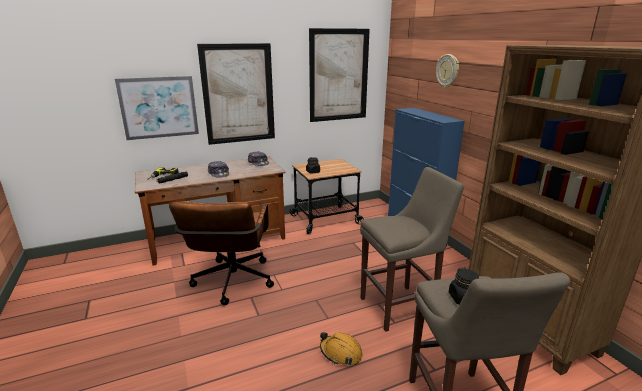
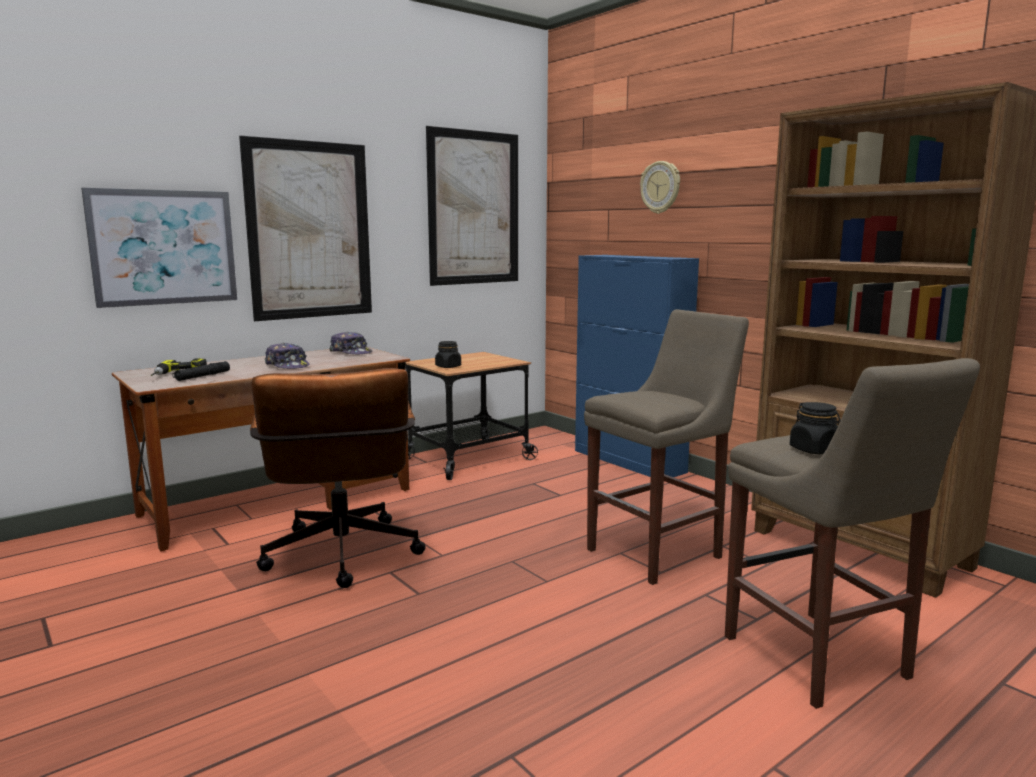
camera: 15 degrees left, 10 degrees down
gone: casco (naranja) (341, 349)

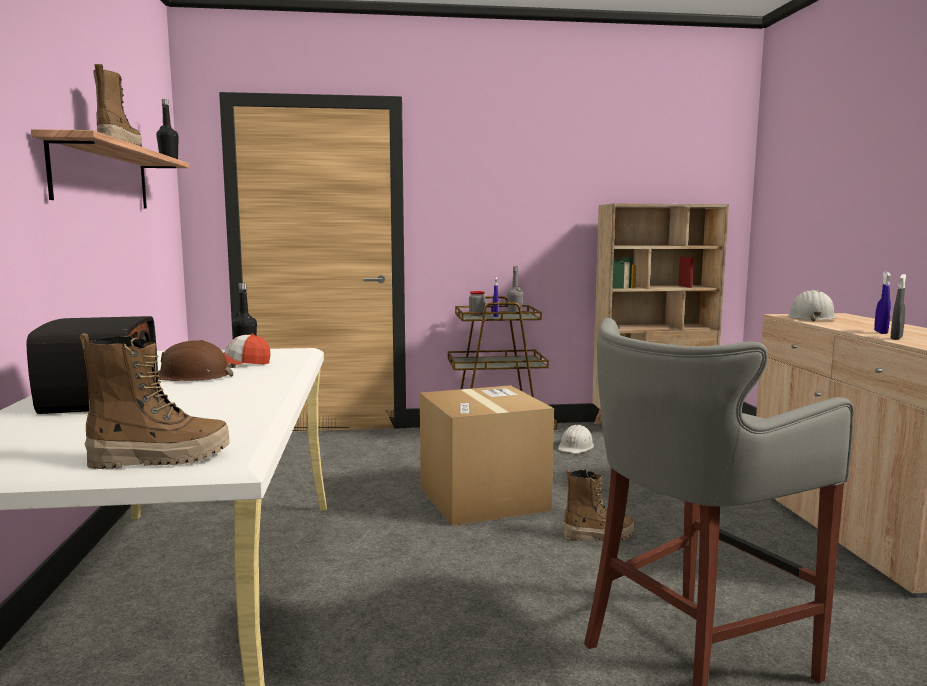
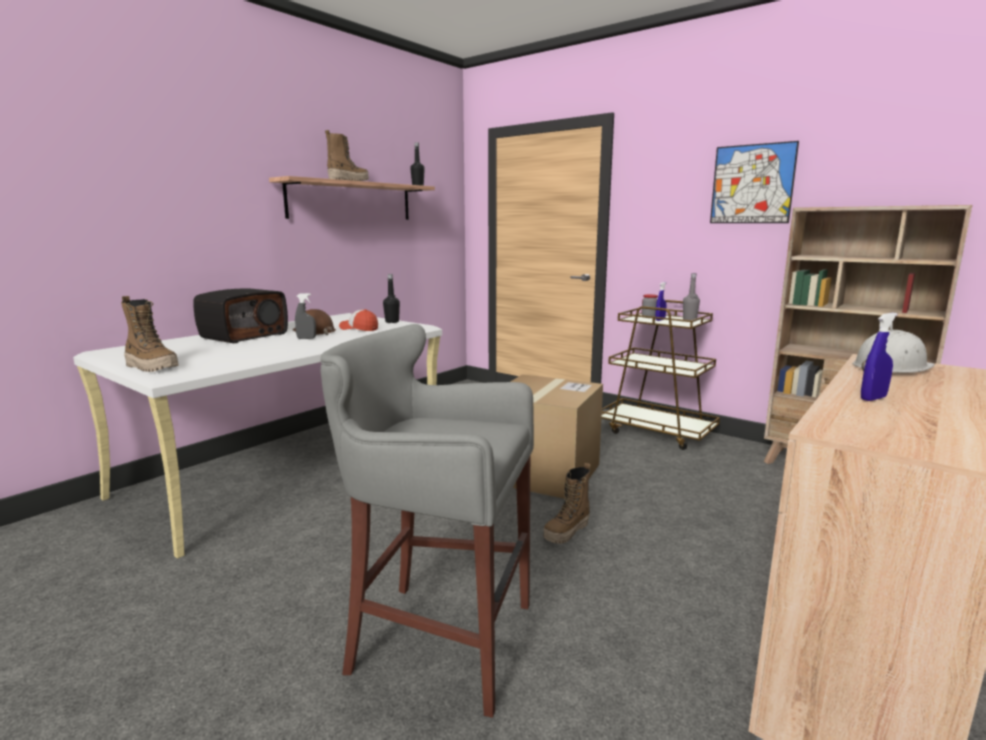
camera: 45 degrees right, 5 degrees up
gone: casco (blanco) (576, 439)
new: cuadro (754, 182)
shifted: pulverizador (gris) (898, 307) to (305, 316)
rotated: bota (599, 505) = (566, 503) 90 degrees clockwise

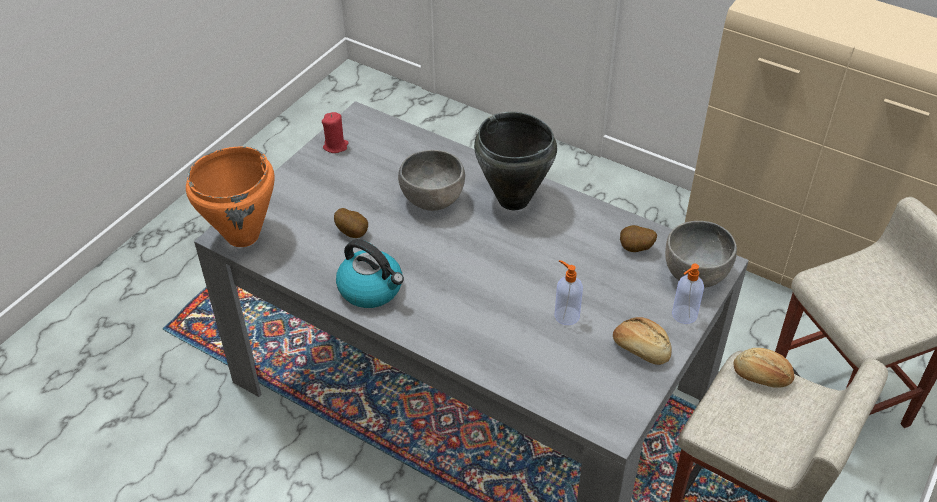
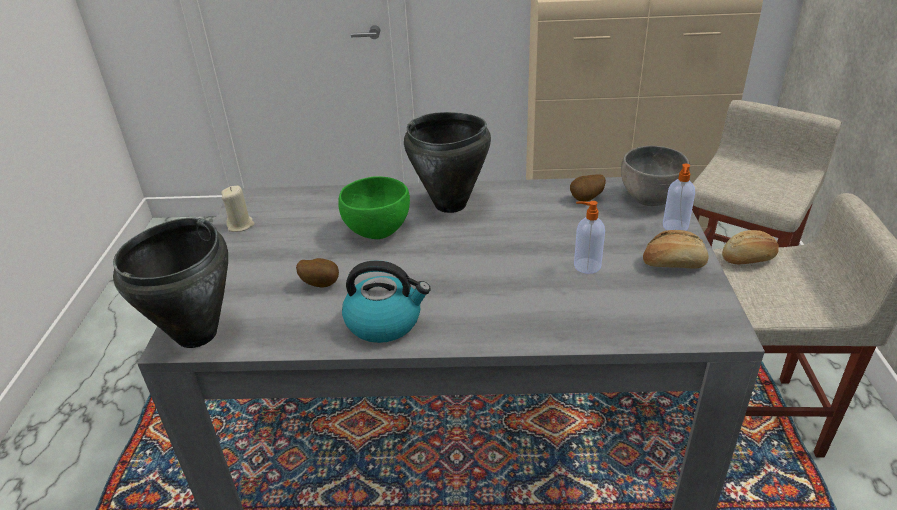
camera: 30 degrees left, 10 degrees down
repainted: olla (naranja) (230, 197) to olla (negro) (170, 283); vela (rojo) (335, 132) to vela (beis) (238, 209); cuenco (gris) (431, 180) to cuenco (verde) (374, 207)

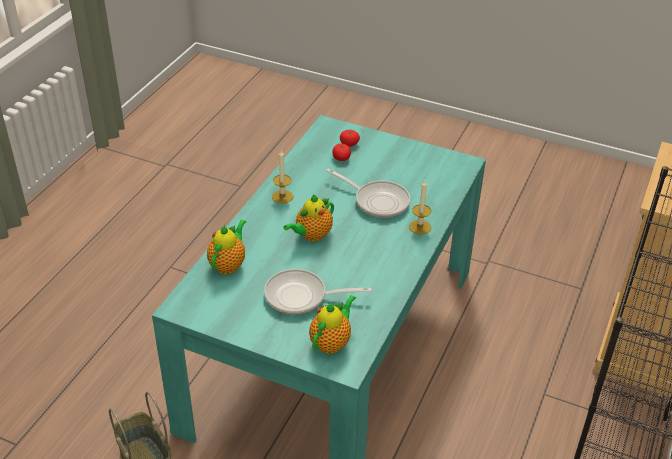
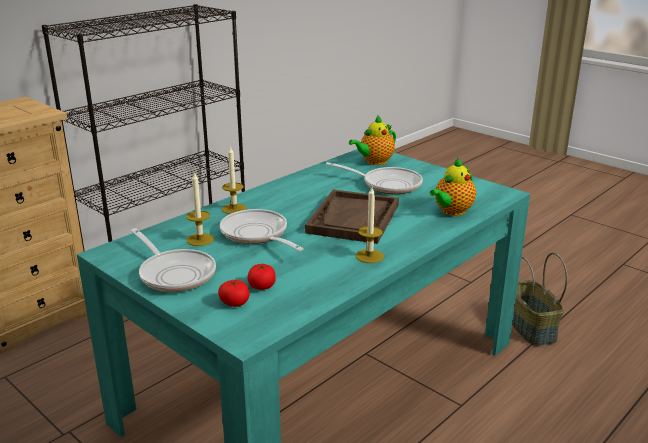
camera: 160 degrees left, 15 degrees down
new: sartén (173, 260); vela (200, 208)
swapped: tetera (308, 218) to bandeja (marrón) (352, 217)

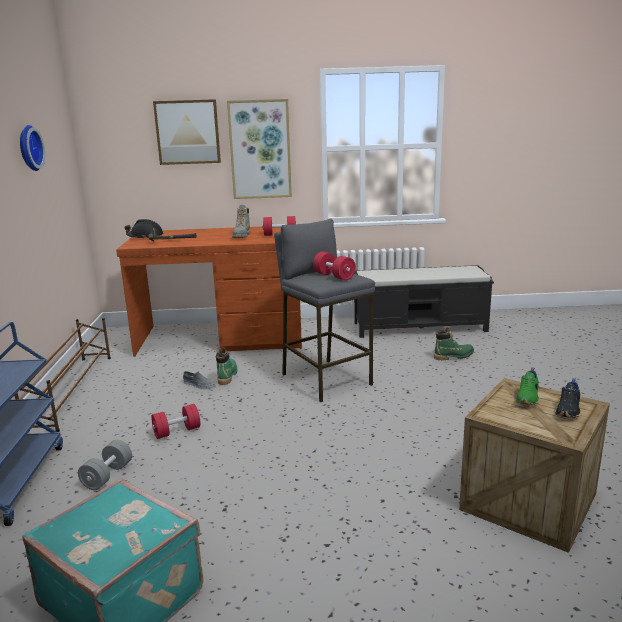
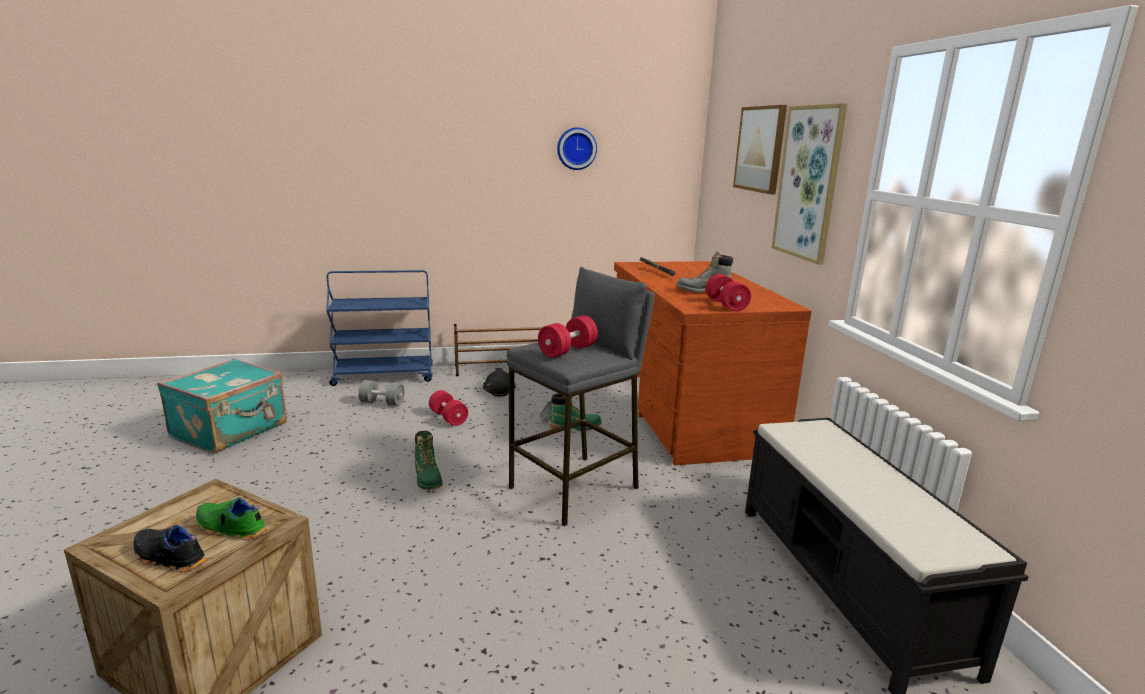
camera: 80 degrees right, 0 degrees up
shifted: casco (negro) (144, 229) to (499, 382); bota (verde) (454, 343) to (428, 460)

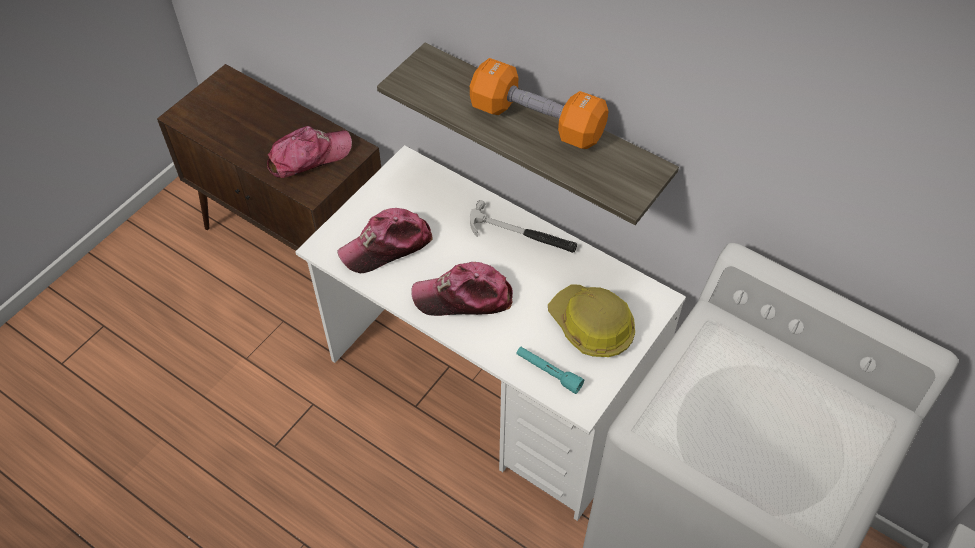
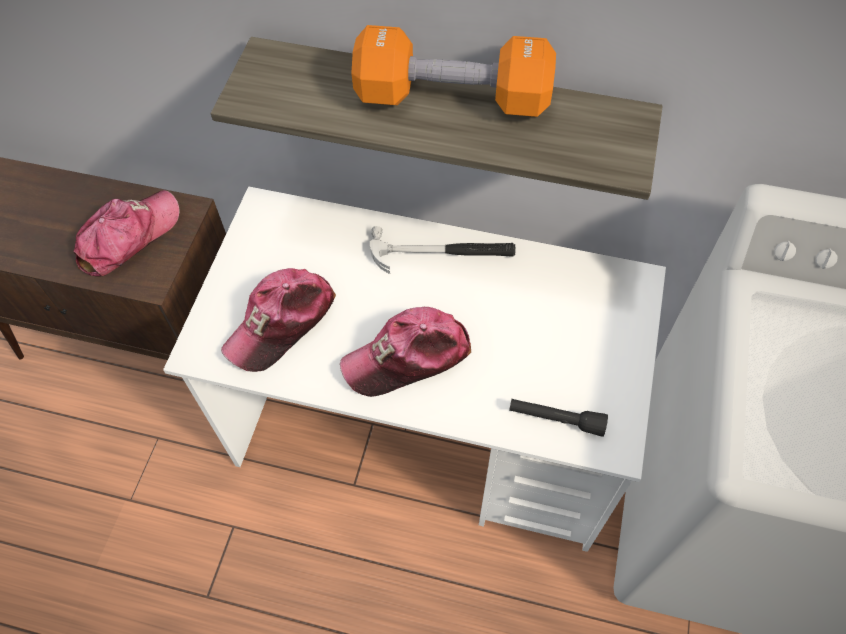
camera: 20 degrees left, 5 degrees up
gone: casco (591, 320)
repainted: linterna (turquesa) (550, 370) to linterna (negro) (558, 418)

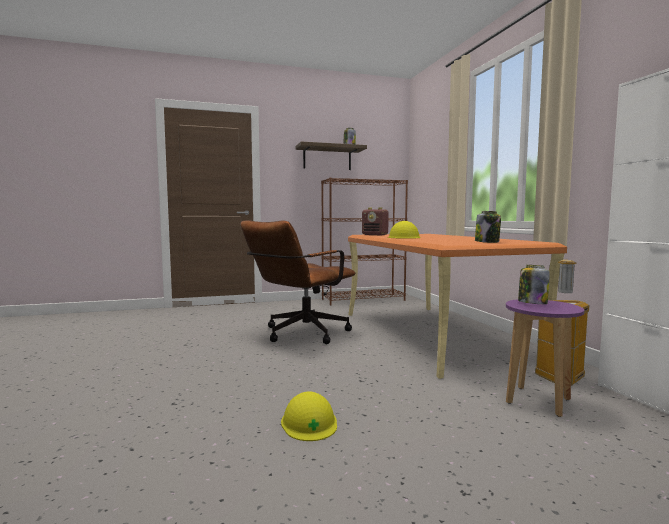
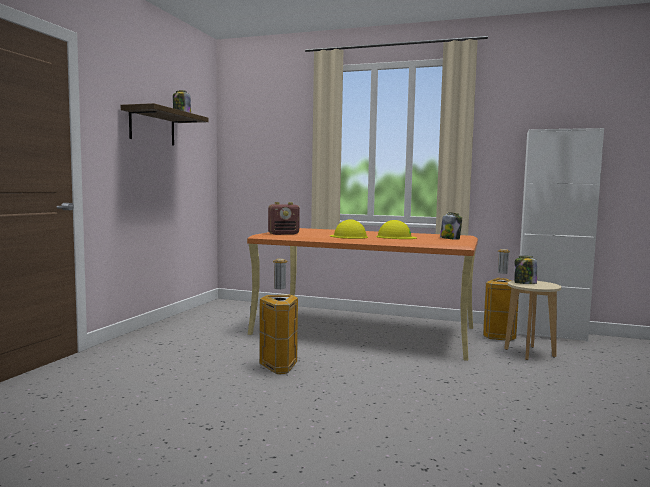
camera: 55 degrees left, 0 degrees up
gone: estantería (marrón) (364, 241)
shifted: casco (amarillo) (309, 416) to (396, 229)
swapped: silla de oficina (marrón) (297, 282) to papelera (278, 316)
repainted: taburete (morado) (545, 358) to taburete (beis) (532, 320)

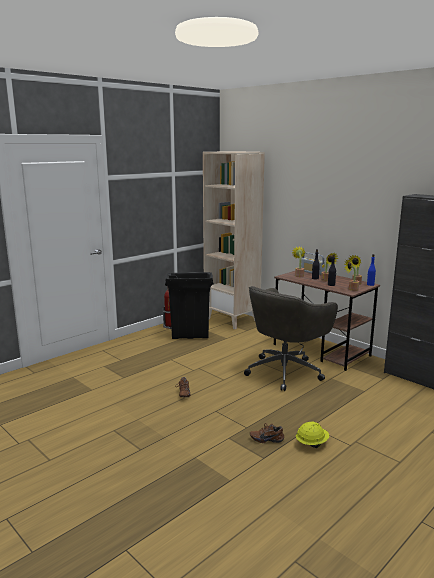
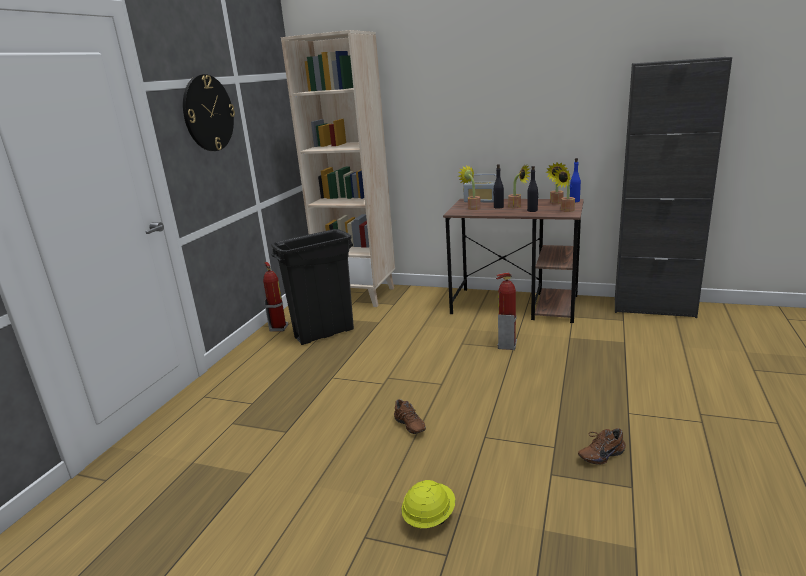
camera: 25 degrees left, 5 degrees up
new: reloj de pared (209, 112)
shifted: casco (amarillo) (312, 434) to (428, 504)
swapped: silla de oficina (gris) (291, 338) to extintor (506, 311)

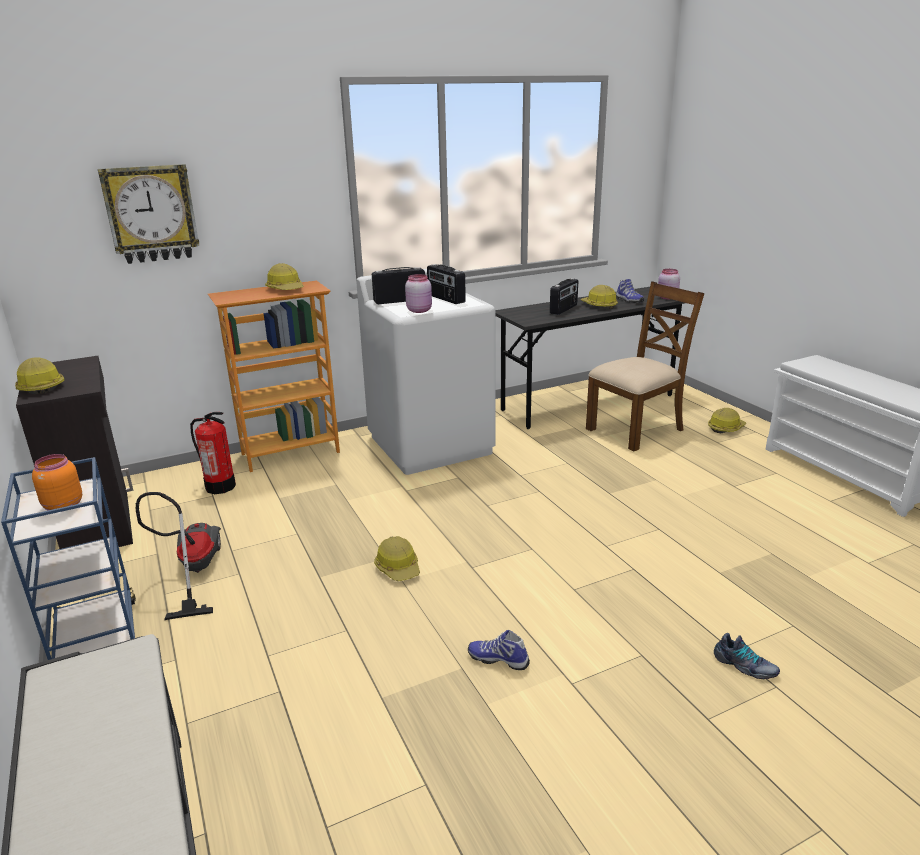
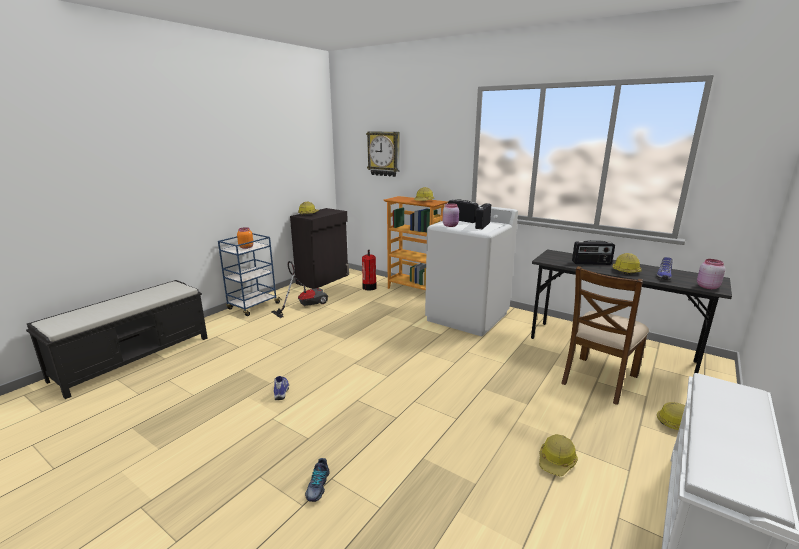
camera: 60 degrees right, 5 degrees down
shifted: casco (397, 558) to (558, 455)
rotated: silla (marrón) (645, 366) = (605, 335) 105 degrees clockwise

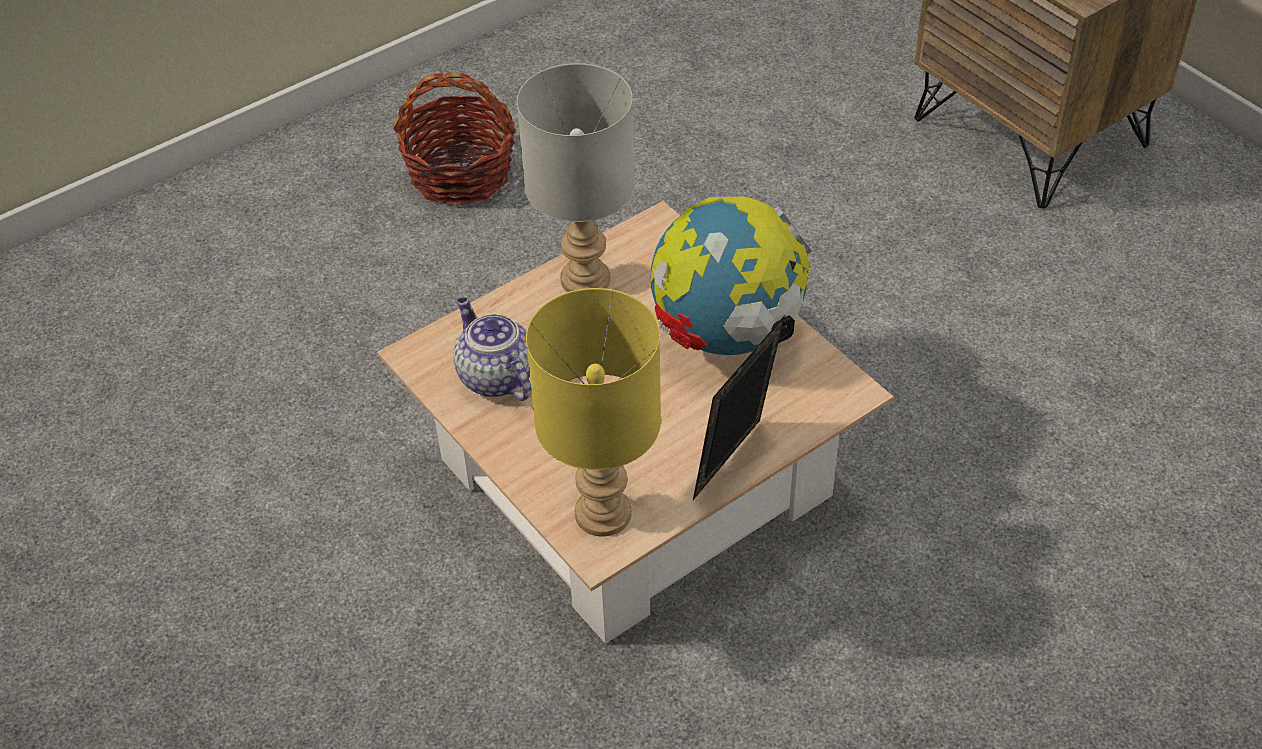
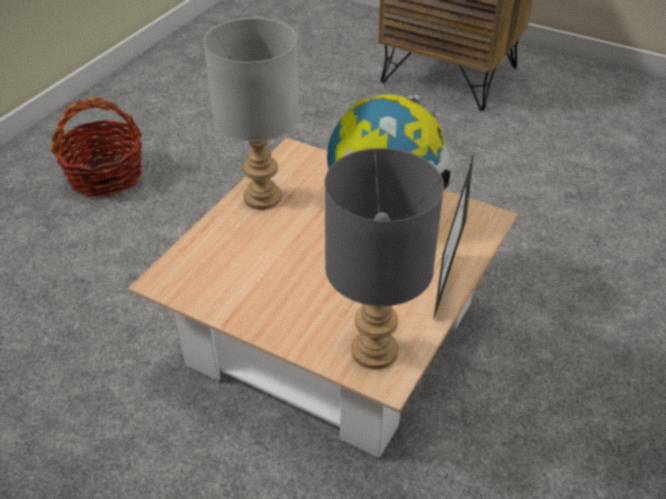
camera: 25 degrees left, 5 degrees down
gone: tetera (492, 349)
repainted: lámpara de mesa (amarillo) (593, 412) to lámpara de mesa (gris) (384, 259)

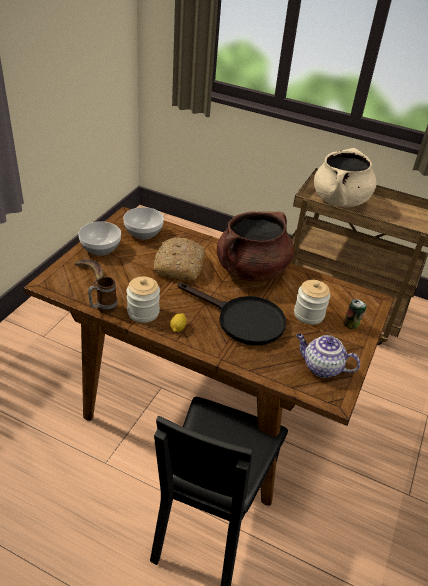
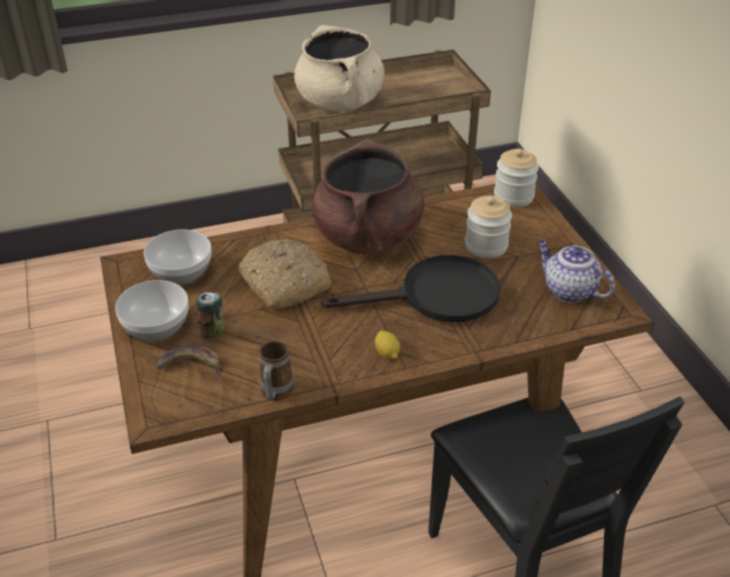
camera: 40 degrees left, 0 degrees up
shifted: tarro (143, 300) to (516, 178); lata (355, 314) to (210, 315)
rotated: tetera (328, 355) = (576, 271) 60 degrees clockwise

